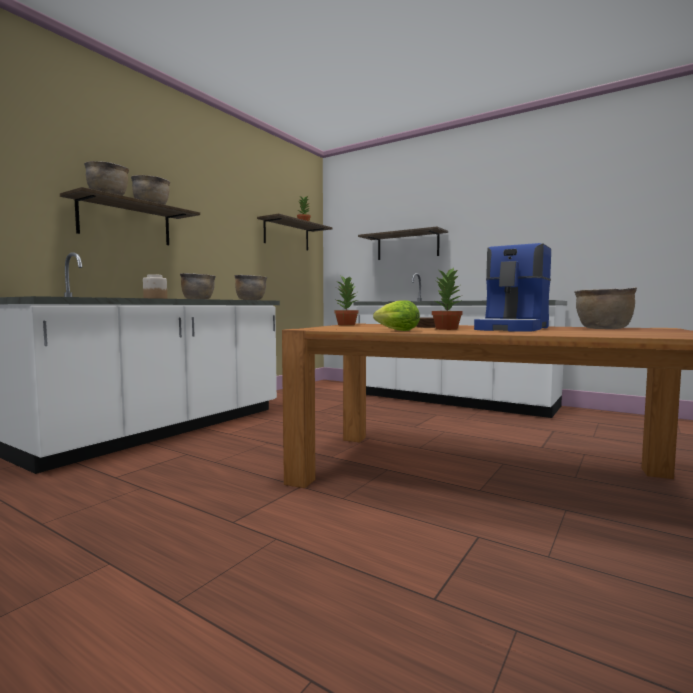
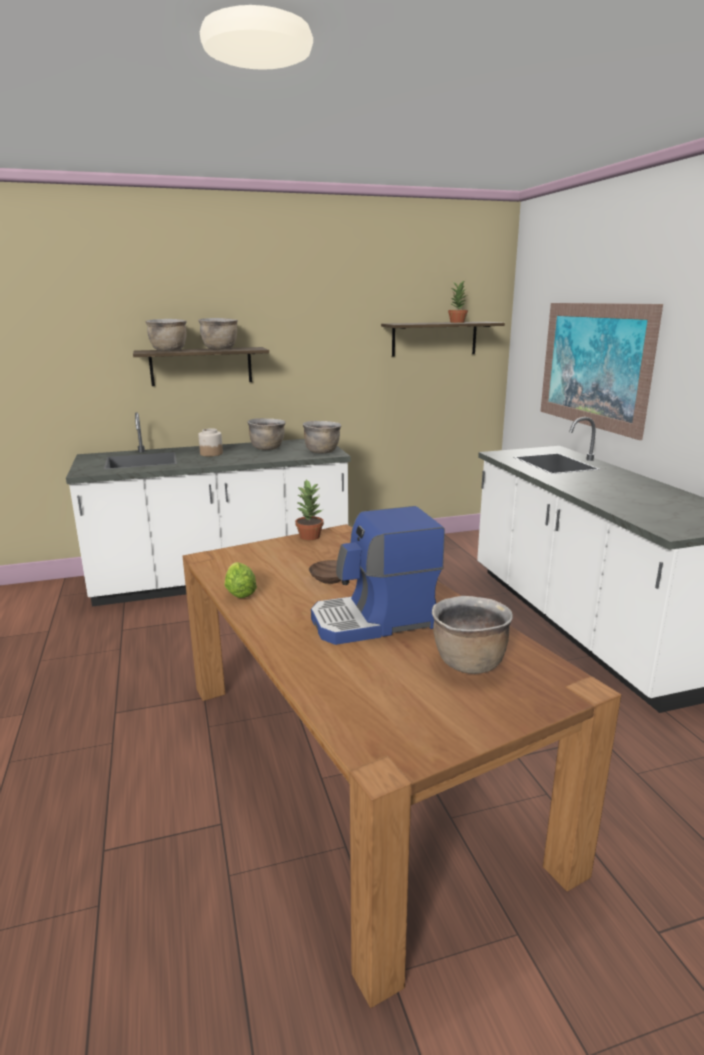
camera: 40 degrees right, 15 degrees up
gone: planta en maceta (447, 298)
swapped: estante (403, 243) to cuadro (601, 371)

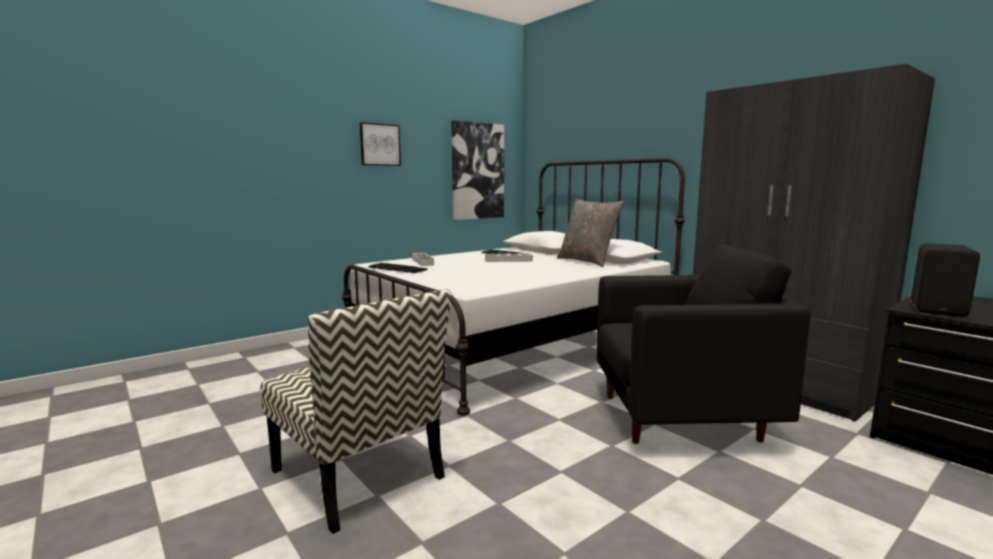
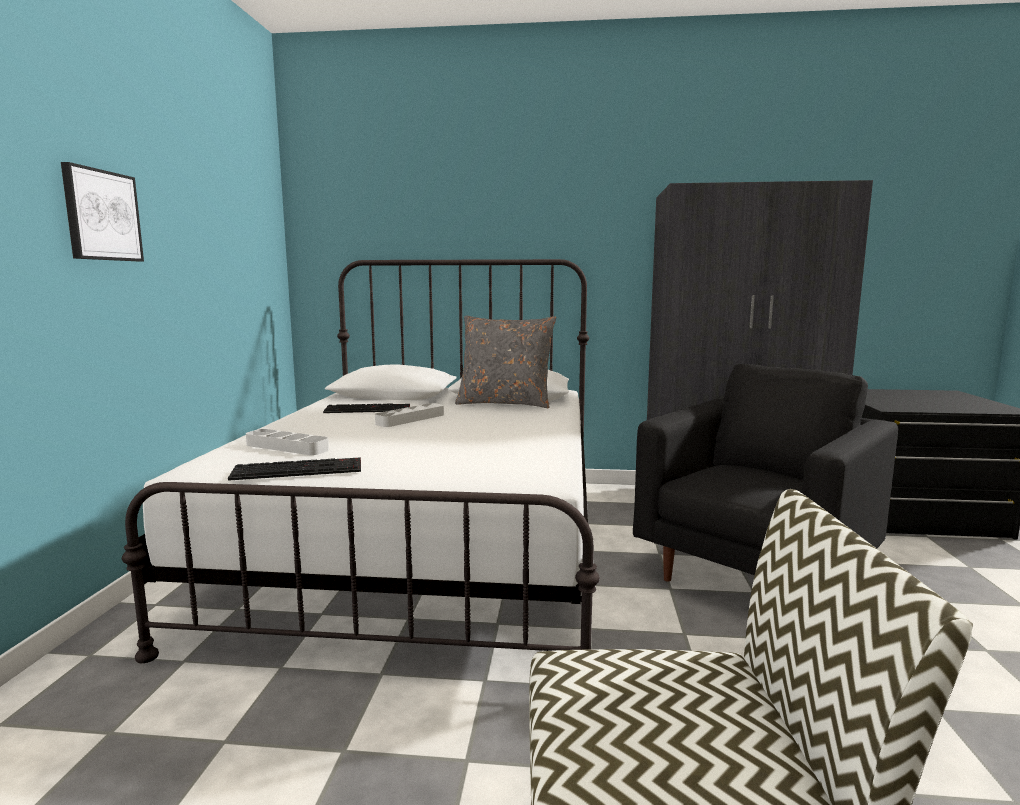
camera: 45 degrees left, 0 degrees up
gone: cuadro (477, 170); altavoz (negro) (945, 280)

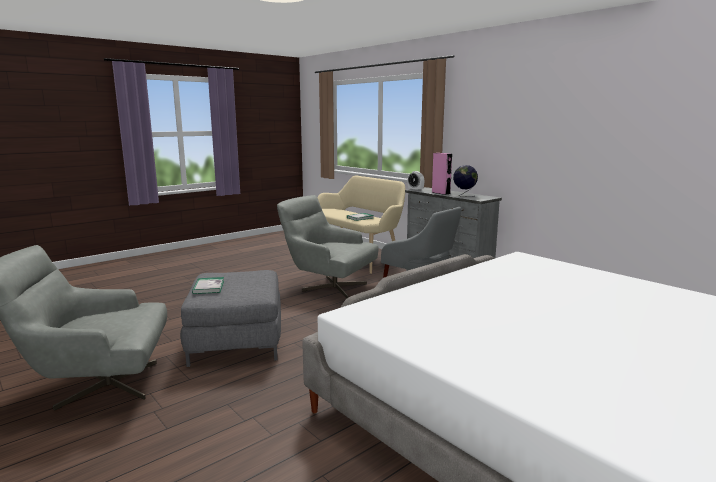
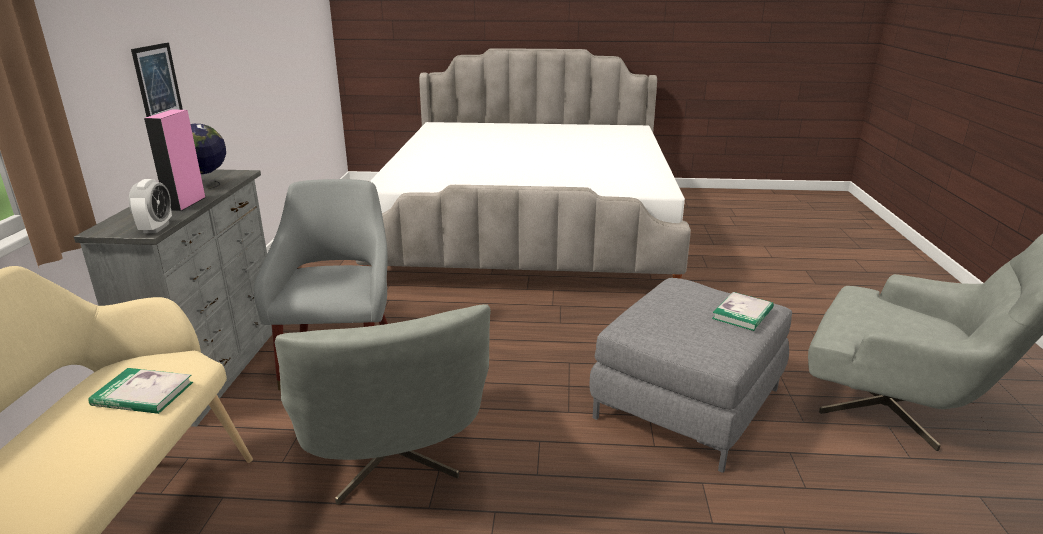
camera: 135 degrees left, 10 degrees up
new: cuadro (157, 80)

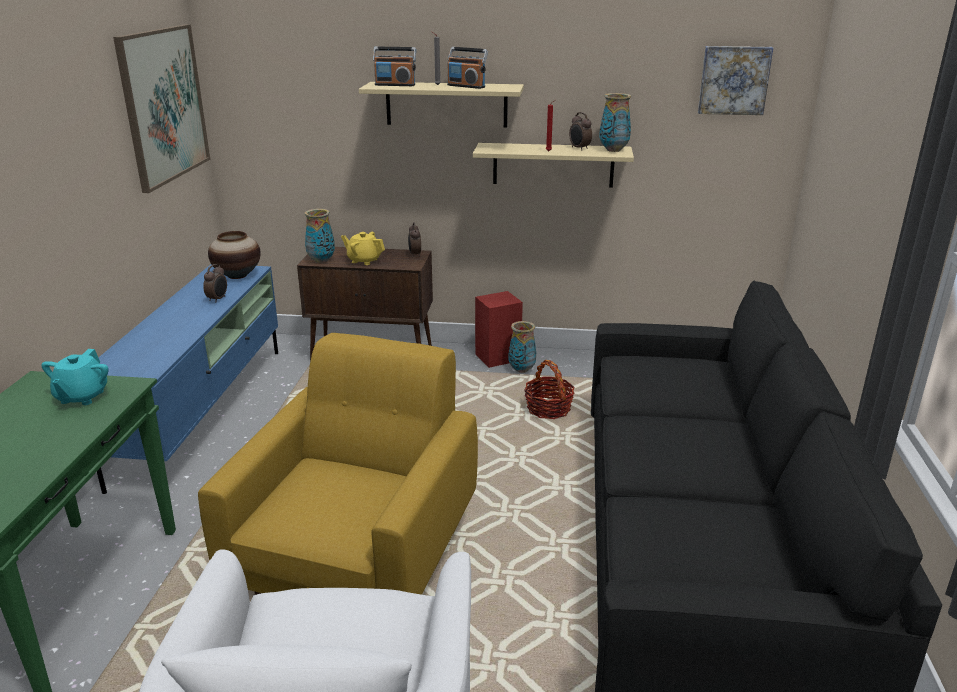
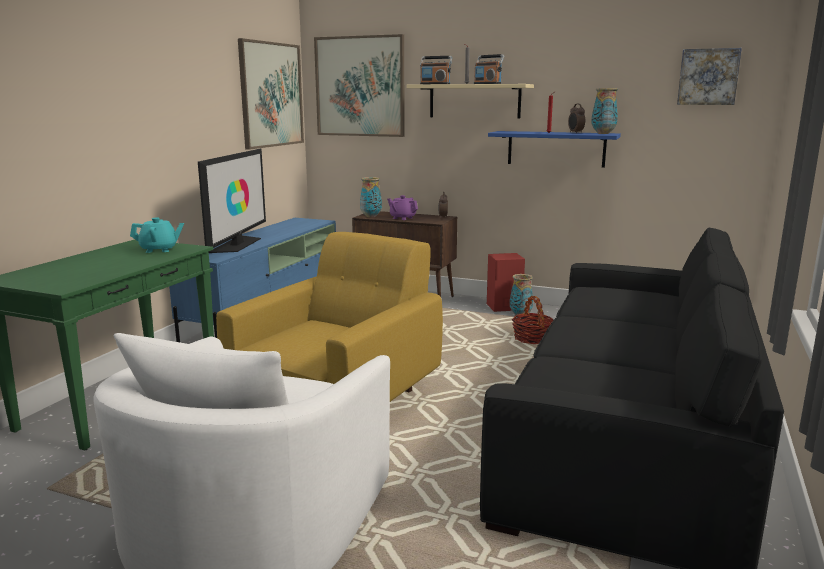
camera: 15 degrees right, 10 degrees down
gone: despertador (215, 283); florero (234, 255)
new: televisor (232, 201); cuadro (359, 85)
repainted: tetera (amarillo) (363, 248) to tetera (morado) (402, 207); estante (beis) (553, 165) to estante (azul) (554, 149)
rotated: tetera (turquesa) (74, 377) = (157, 235) 120 degrees counterclockwise

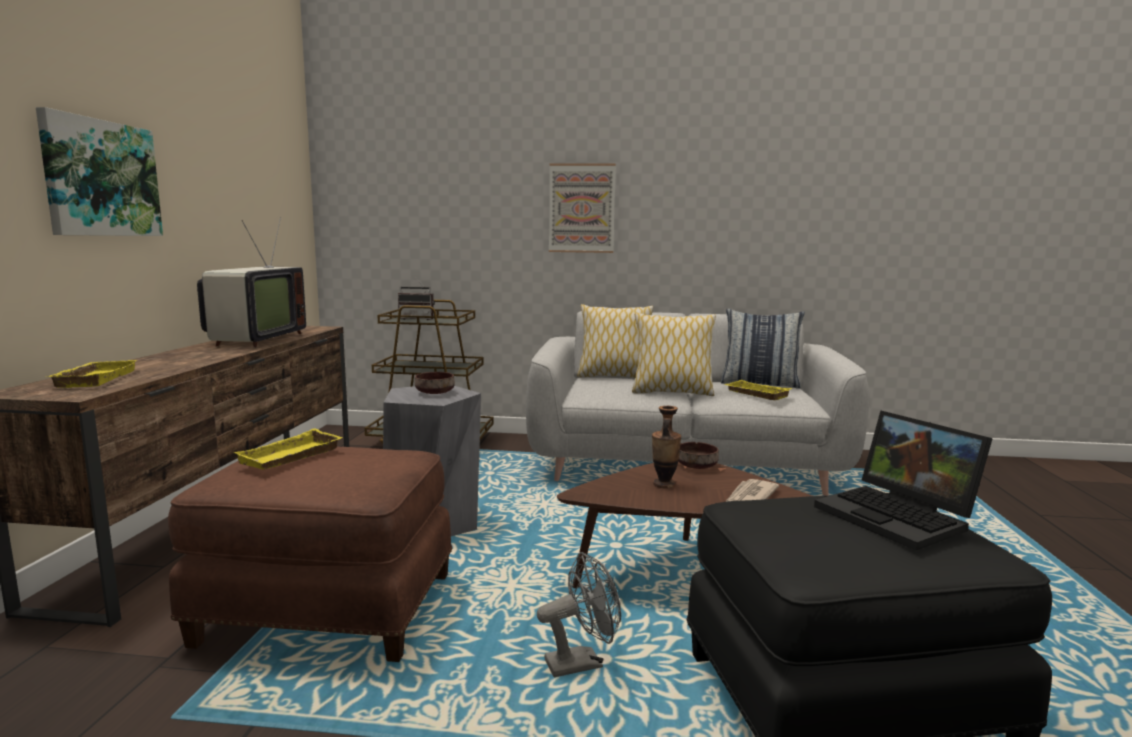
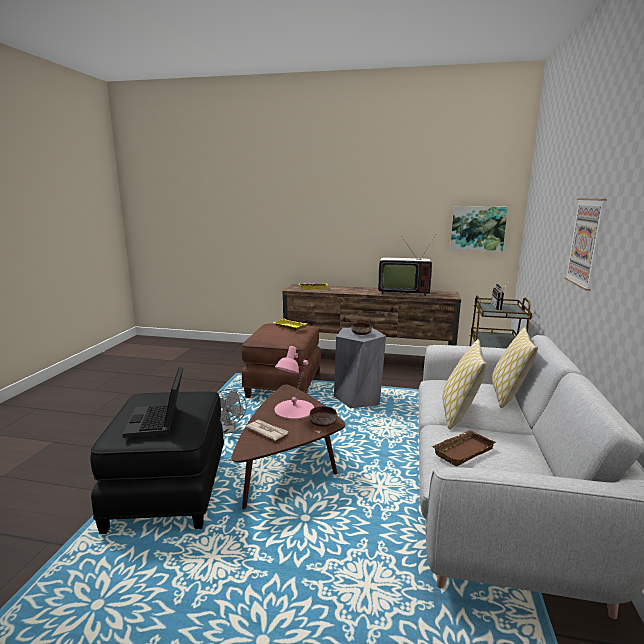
camera: 95 degrees right, 5 degrees up
gone: cojín (763, 348)
shifted: cuadro (99, 171) to (479, 229)
swapped: florero (666, 447) to lámpara de mesa (rosa) (294, 382)
repainted: bandeja (amarillo) (758, 390) to bandeja (marrón) (463, 448)
rotated: portátil (903, 480) = (152, 402) 75 degrees counterclockwise

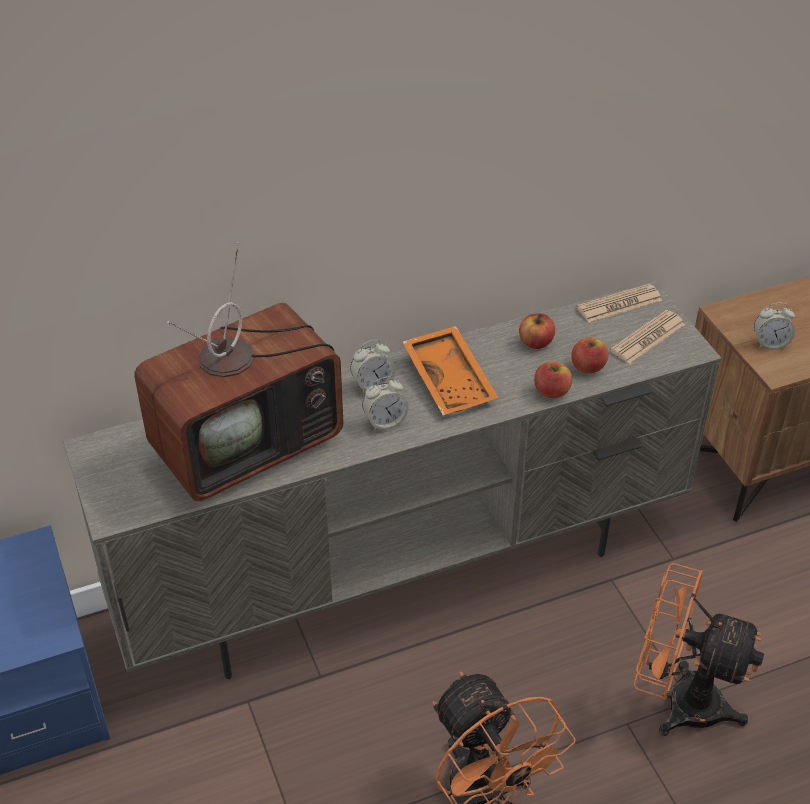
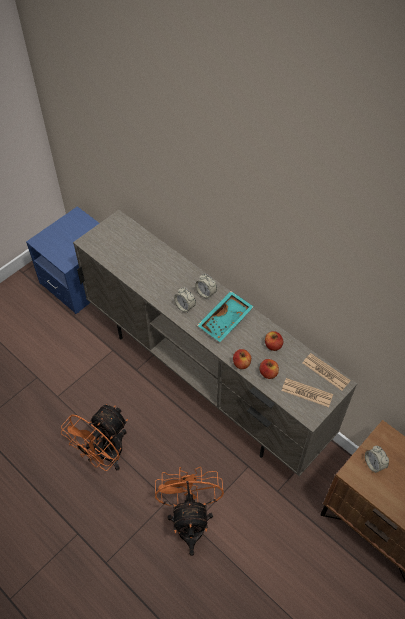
camera: 65 degrees right, 10 degrees up
gone: televisor (238, 371)
repainted: bandeja (naranja) (450, 370) to bandeja (turquesa) (225, 316)

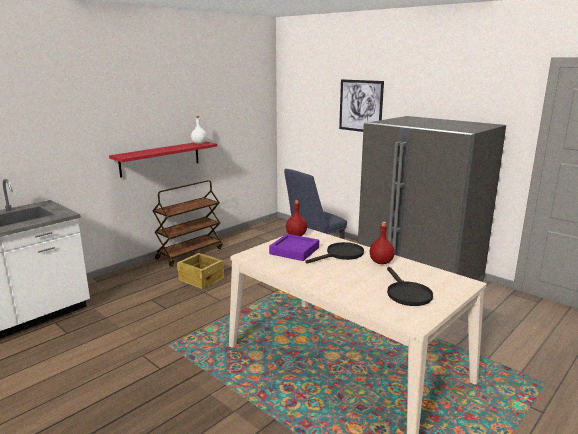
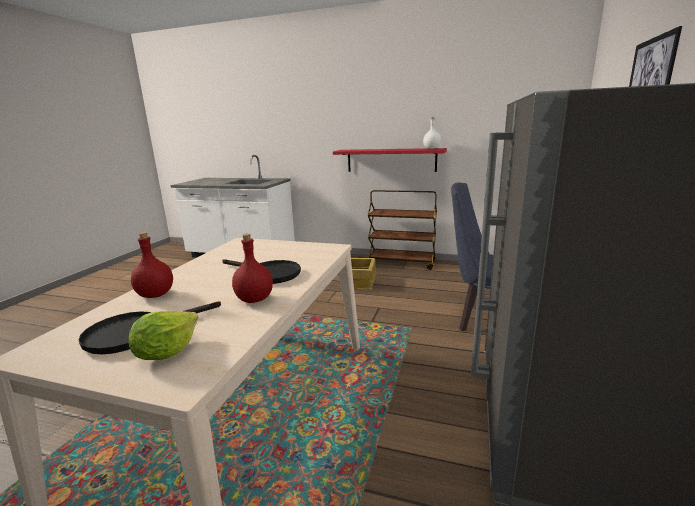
camera: 65 degrees right, 0 degrees up
gone: bandeja (morado) (294, 247)
new: lechuga (163, 335)
shifted: botella (rojo) (296, 218) to (152, 265)

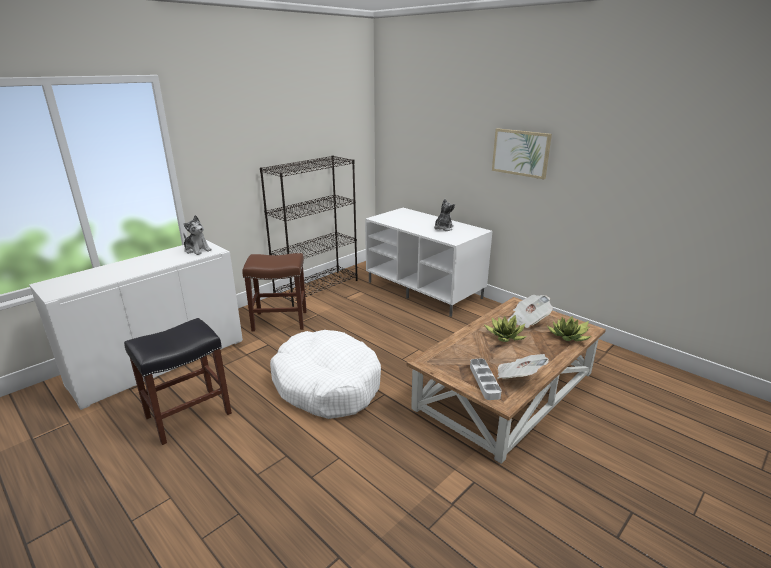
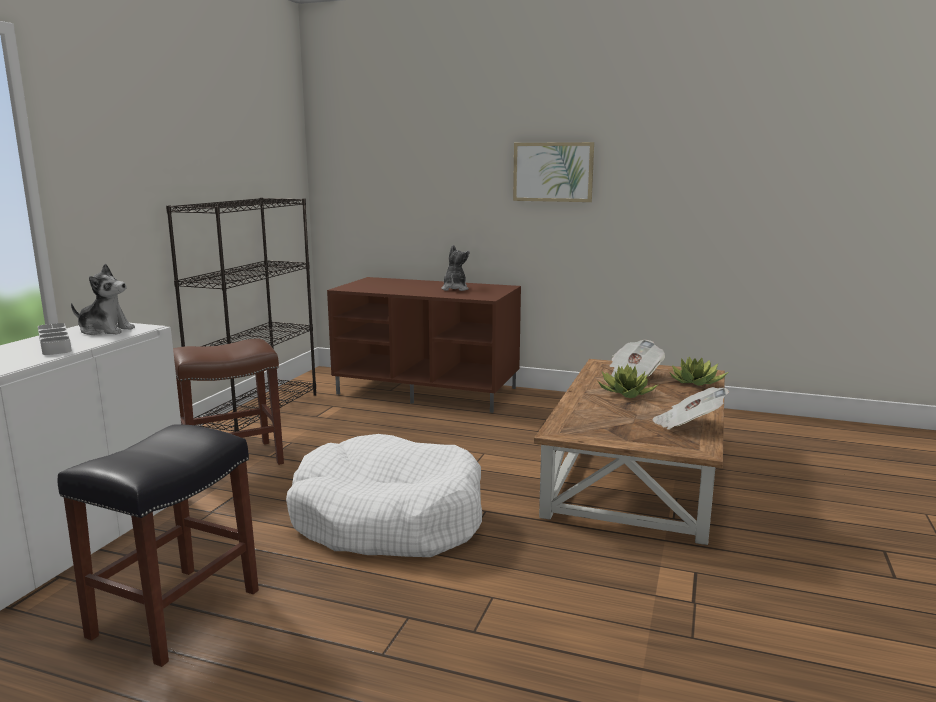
camera: 25 degrees left, 10 degrees down
shifted: bandeja (gris) (486, 379) to (55, 339)
repainted: mueble de televisión (blanco) (429, 262) to mueble de televisión (marrón) (424, 345)

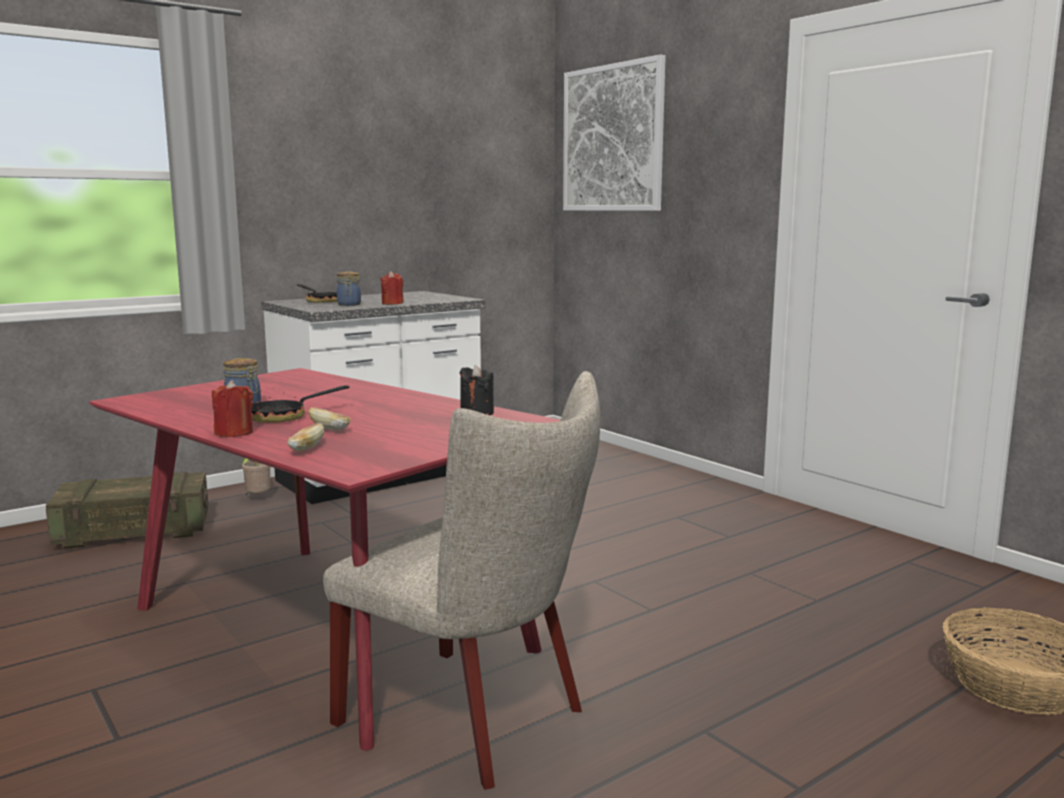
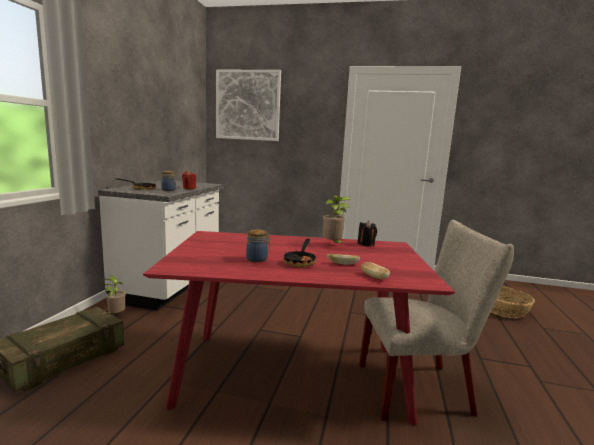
camera: 40 degrees left, 0 degrees up
gone: vela (rojo) (232, 408)
new: planta en maceta (337, 220)

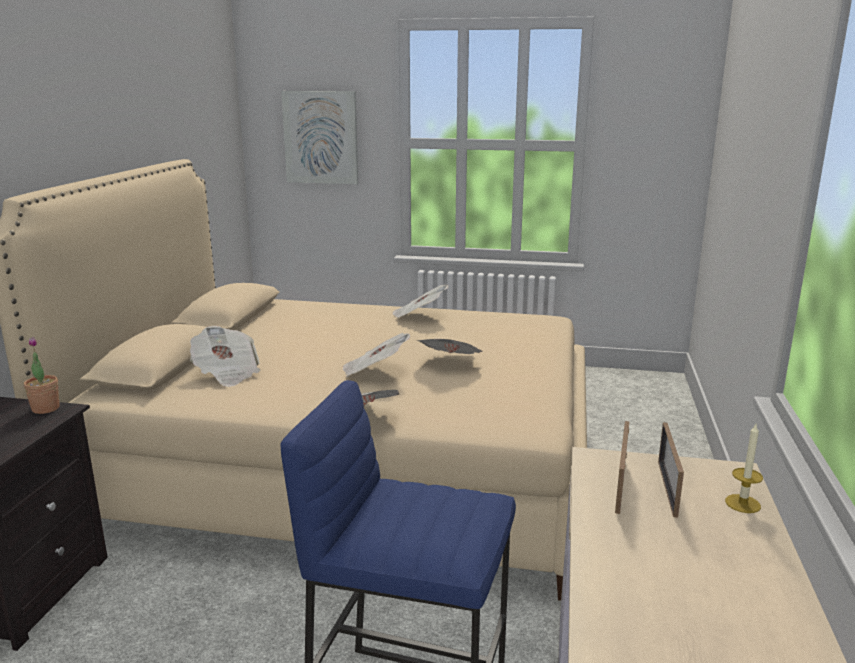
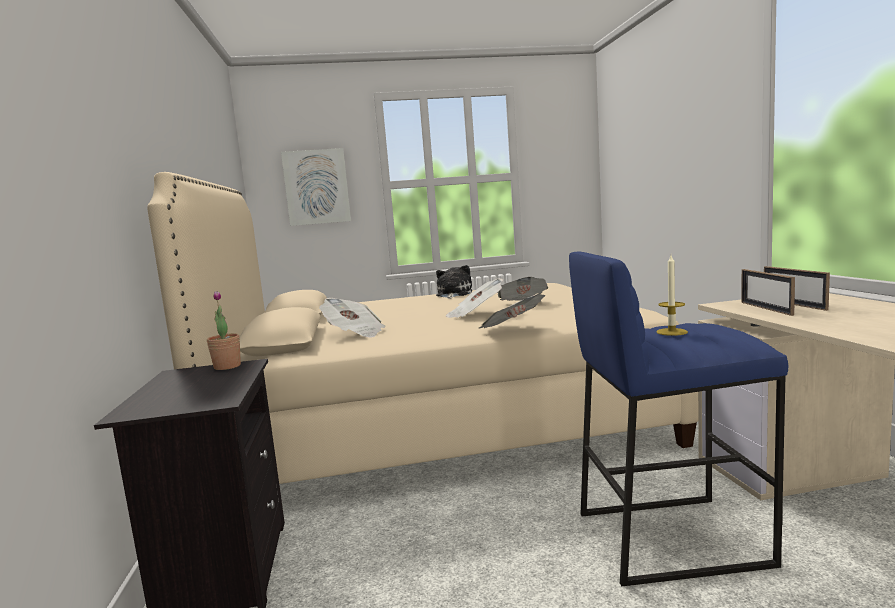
camera: 20 degrees left, 10 degrees down
shifted: vela (744, 468) to (672, 295)
swapped: periódico (420, 302) to peluche (454, 282)

